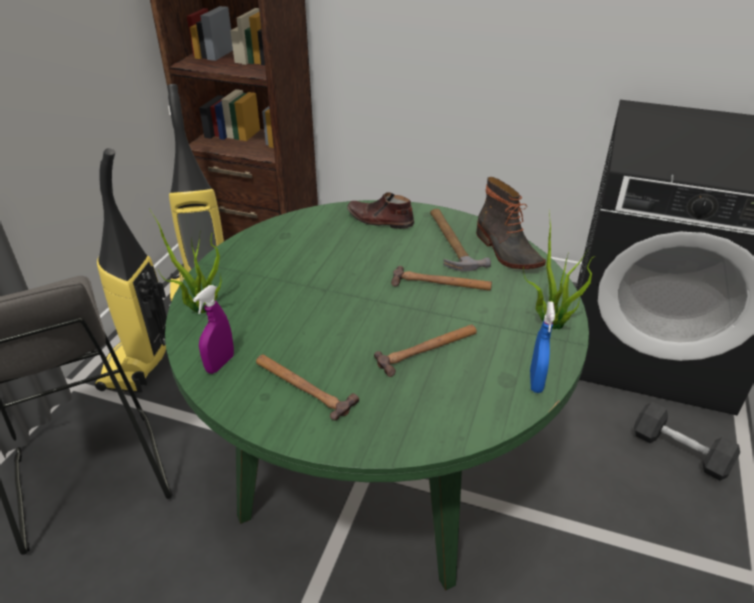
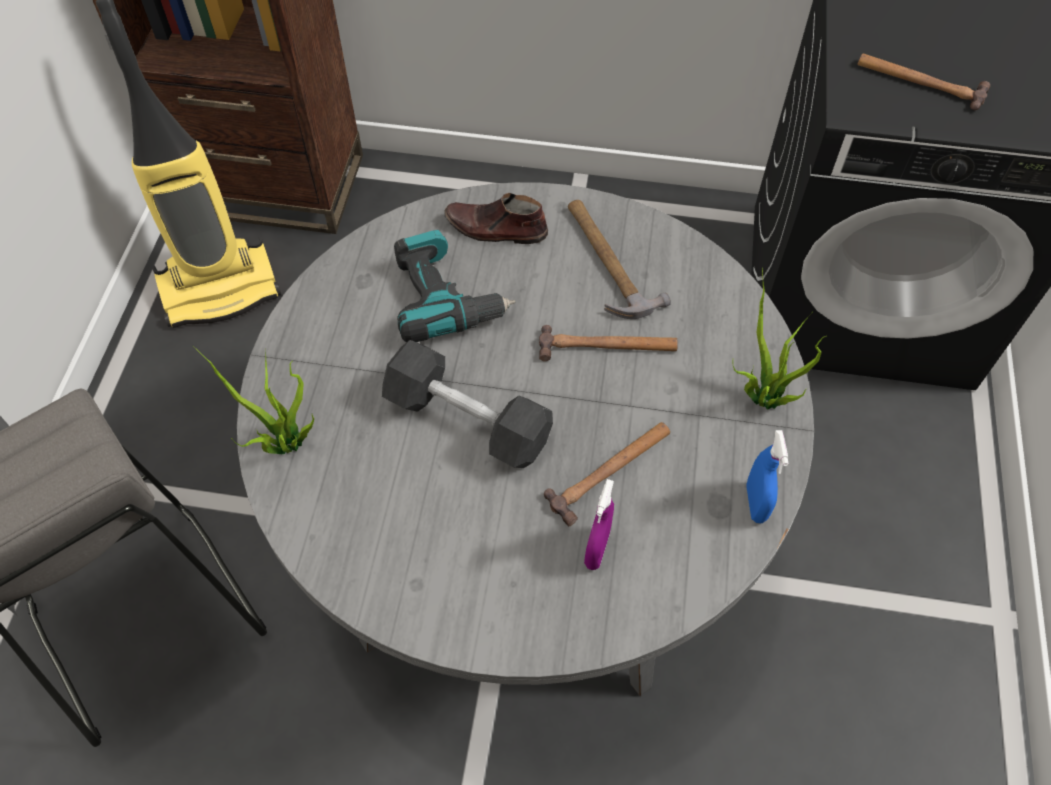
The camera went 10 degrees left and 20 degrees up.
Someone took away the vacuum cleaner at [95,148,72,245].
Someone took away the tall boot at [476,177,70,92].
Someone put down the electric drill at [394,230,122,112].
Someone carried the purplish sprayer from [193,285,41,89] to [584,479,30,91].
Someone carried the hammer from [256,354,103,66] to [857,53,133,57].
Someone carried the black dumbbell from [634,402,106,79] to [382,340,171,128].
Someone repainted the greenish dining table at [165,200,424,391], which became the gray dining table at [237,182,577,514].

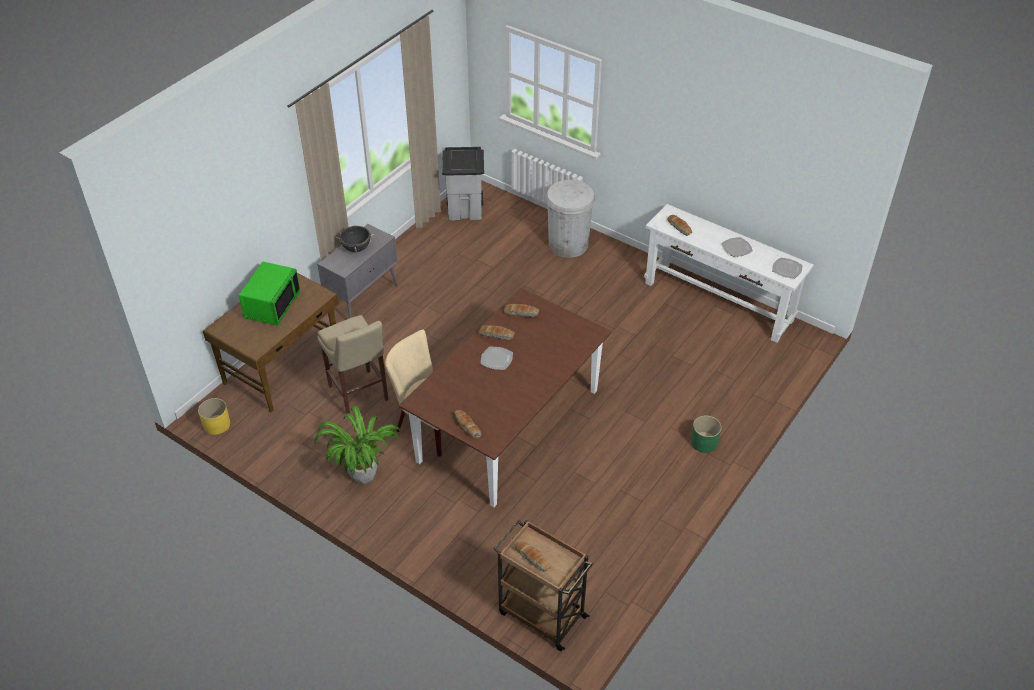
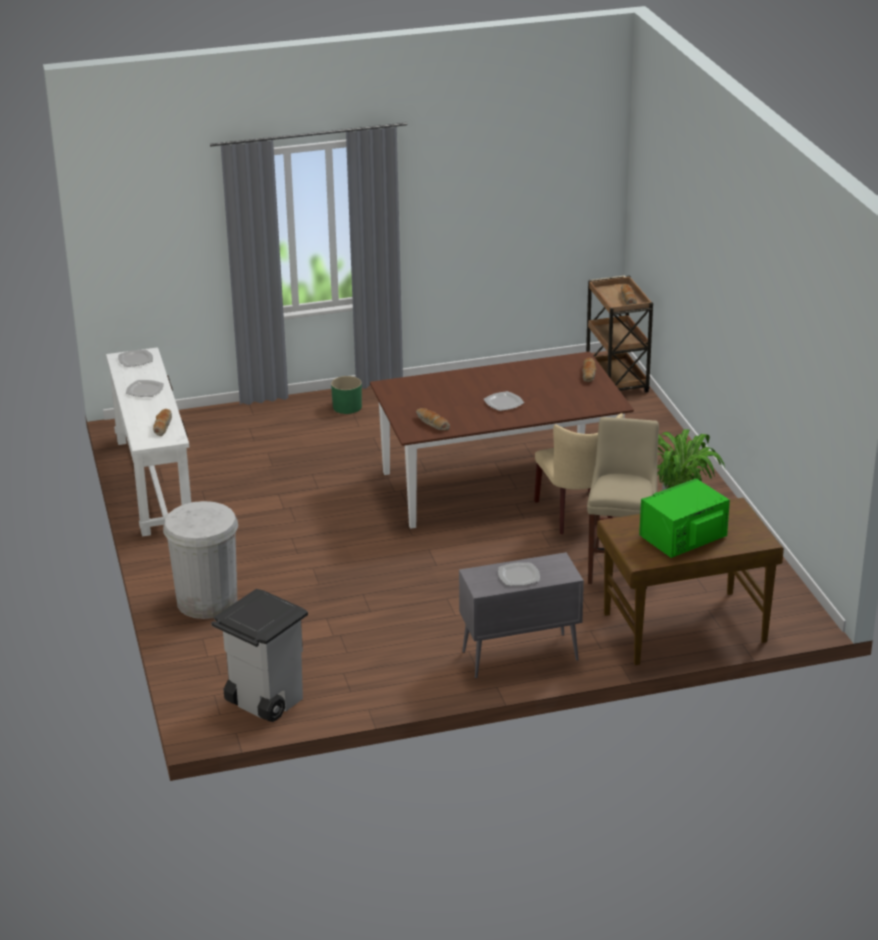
The camera went 140 degrees left and 15 degrees down.
Someone took away the yellowish planter at [198,398,32,37].
Someone took away the bakery bread at [479,325,36,15].
Someone swapped the black cooking pot at [336,224,38,28] for the dinner plate at [498,562,42,24].

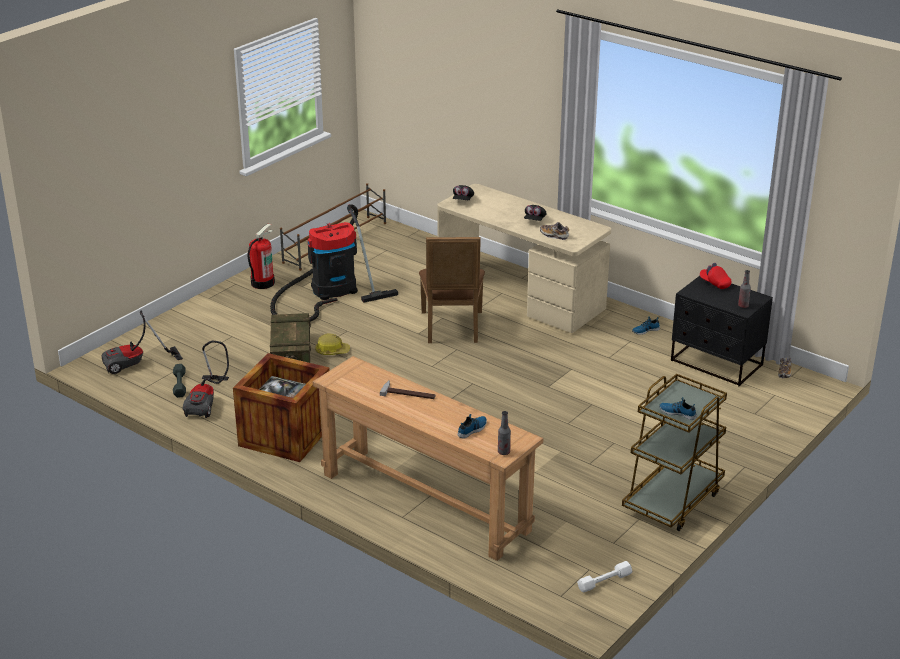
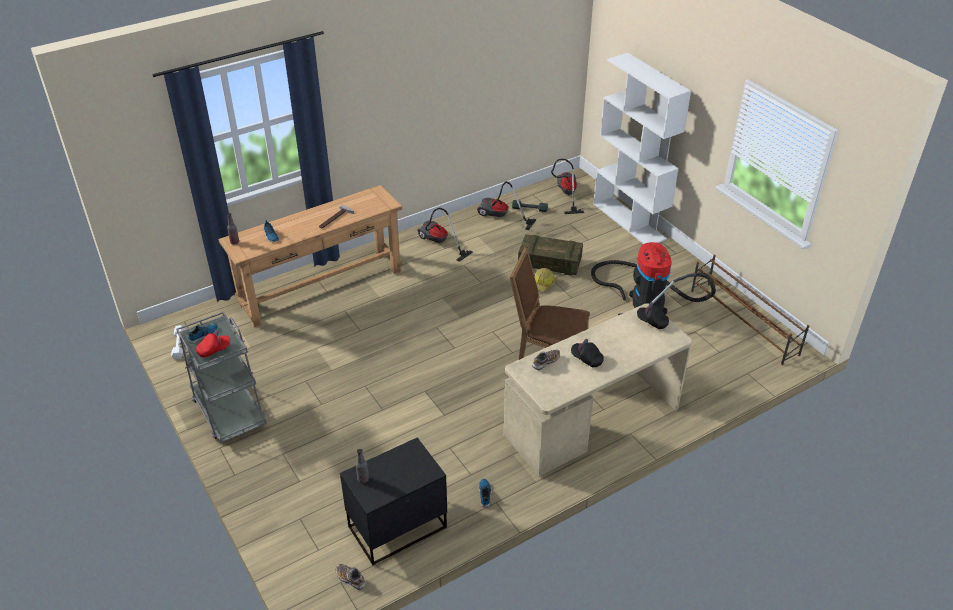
The camera went 110 degrees right and 10 degrees up.
Someone took away the fire-fighting cylinder at [248,224,27,65].
Someone put down the whitish bookshelf at [593,53,98,191].
Someone carried the reddish peaked cap from [700,263,31,26] to [196,330,34,27].
Someone swapped the shipping crate at [233,353,97,109] for the vacuum cleaner at [417,208,56,54].
Someone repainted the brown cart at [622,374,105,157], which became the gray cart at [176,311,91,132].

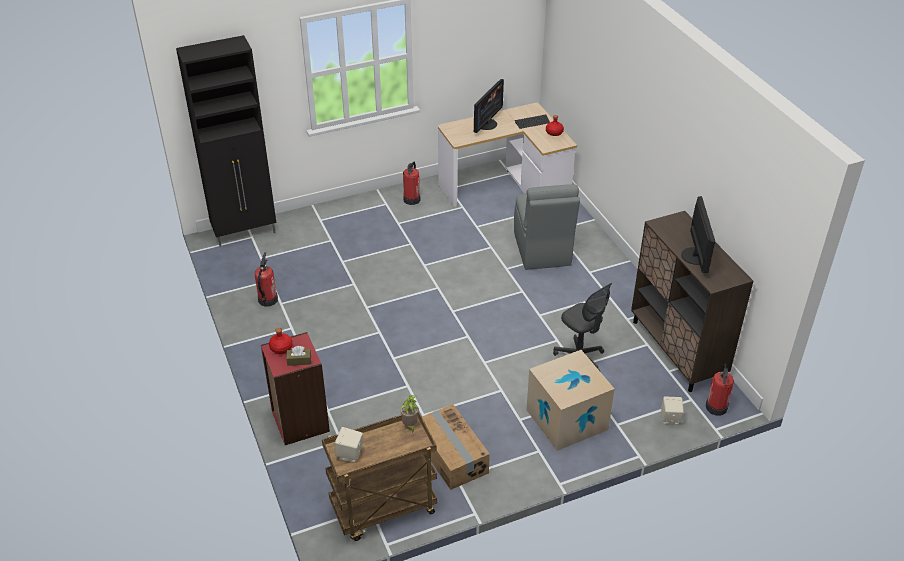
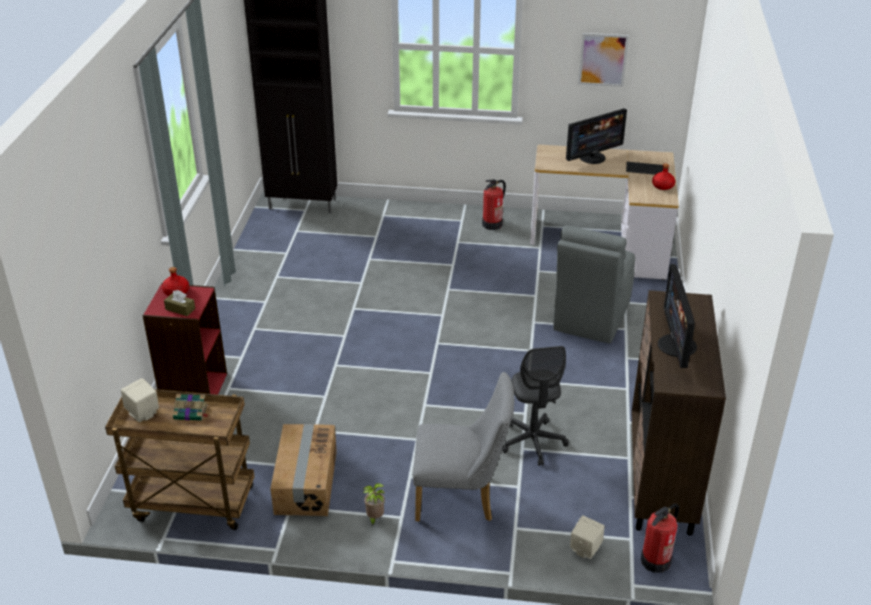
The camera went 30 degrees right and 5 degrees down.
Someone took away the fire-fighting cylinder at [255,252,23,55].
Someone put down the volume at [173,394,36,27].
Someone put up the wall picture at [578,33,51,54].
Someone carried the potted plant from [401,395,18,37] to [363,483,22,44].
Someone swapped the packing box at [526,350,89,101] for the gray upright chair at [413,372,101,149].
Someone rotated the computer screen at [681,196,34,77] by 150 degrees clockwise.

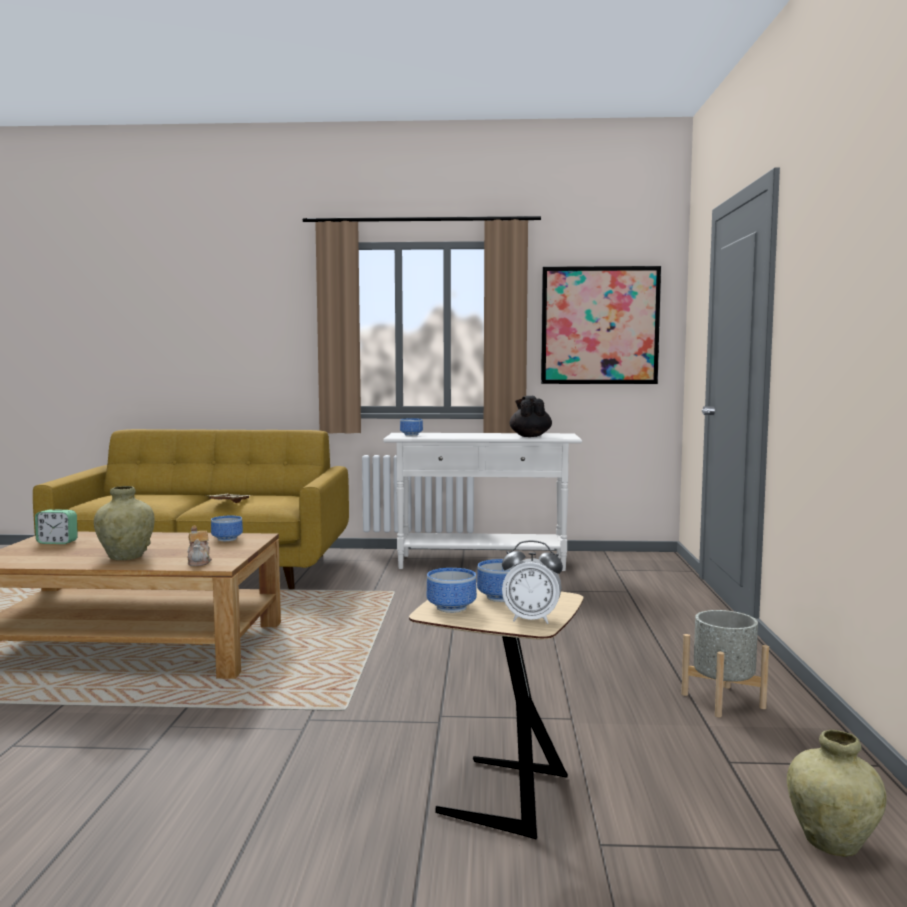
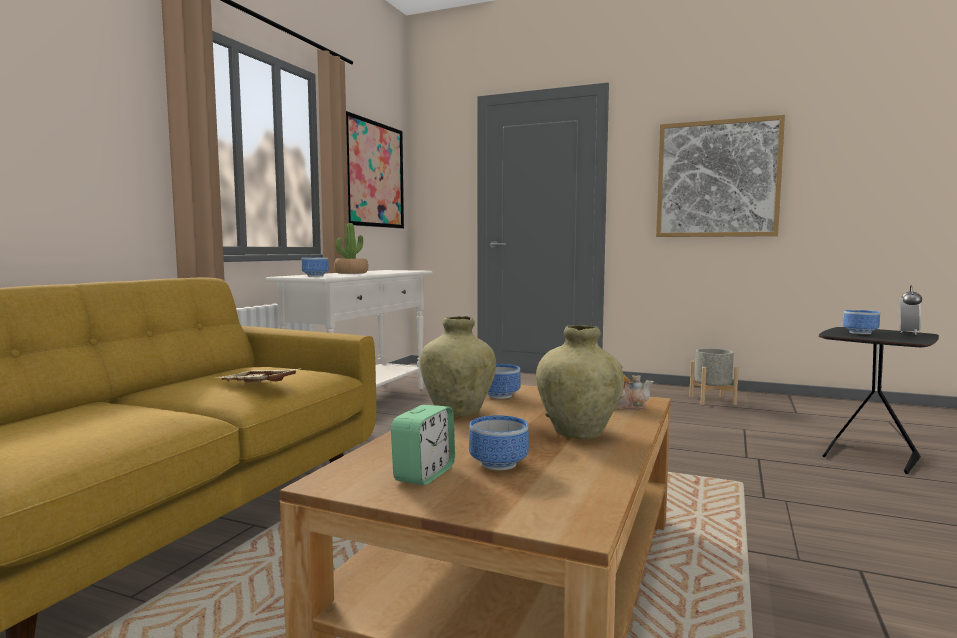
The camera went 70 degrees left and 0 degrees up.
Someone took away the black tea pot at [510,396,42,41].
Someone put down the potted plant at [334,223,34,51].
Someone put up the wall picture at [656,115,129,122].
Someone carried the bowl from [427,568,50,45] to [469,415,60,55].
Someone carried the beige decorative vase from [787,730,100,127] to [420,316,76,101].
Someone repainted the beige accent table at [409,582,174,257], which became the black accent table at [819,327,120,147].

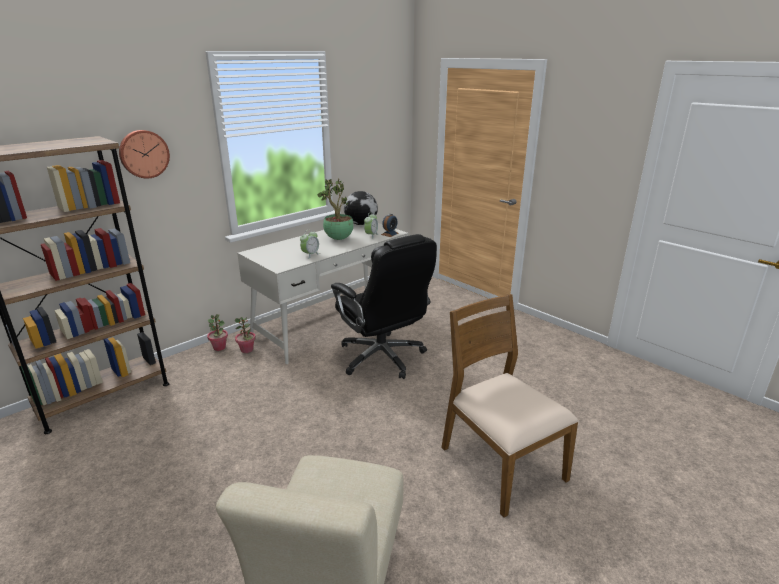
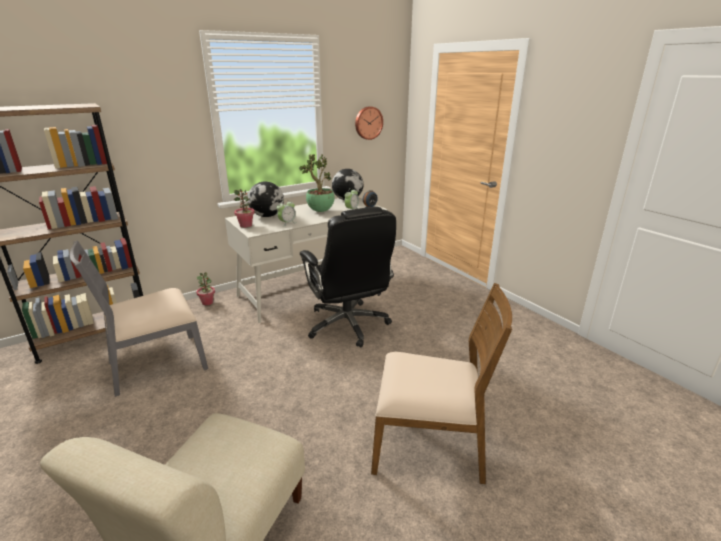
The camera went 10 degrees right and 0 degrees up.
Someone put down the gray upright chair at [70,240,138,157].
Someone put down the globe at [247,181,37,36].
Someone carried the wall clock from [119,130,51,49] to [355,106,28,34].
Someone carried the potted plant from [235,317,21,36] to [234,189,21,39].
Someone rotated the brown upright chair at [441,294,138,224] by 120 degrees clockwise.

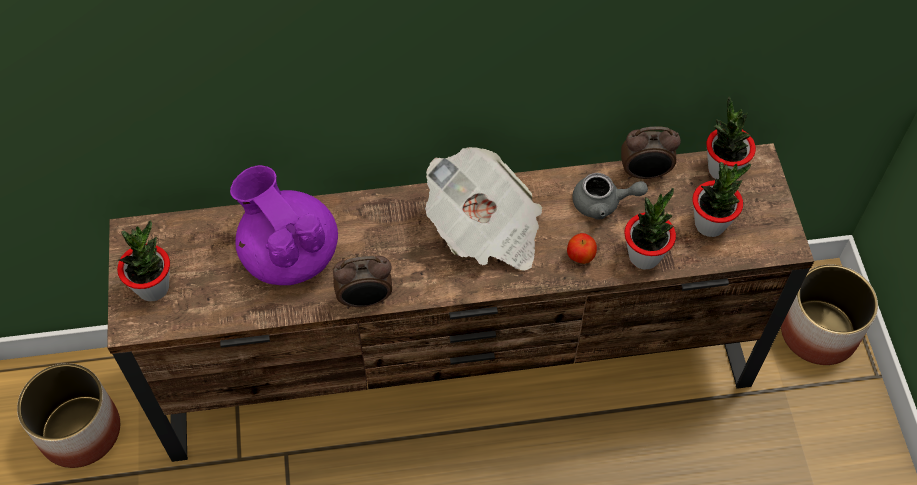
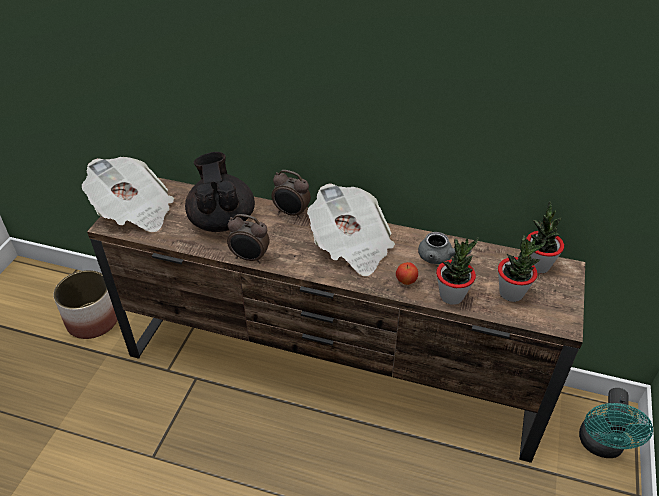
The camera went 25 degrees right and 15 degrees down.
Someone carried the table clock from [621,127,60,52] to [272,170,39,49].
Someone swapped the potted plant at [117,220,53,81] for the printed paper at [82,157,92,75].
Someone swapped the planter at [781,265,97,100] for the blue-green electric fan at [579,388,74,70].
Someone repainted the purplish tea pot at [230,165,108,120], which became the black tea pot at [185,152,70,80].

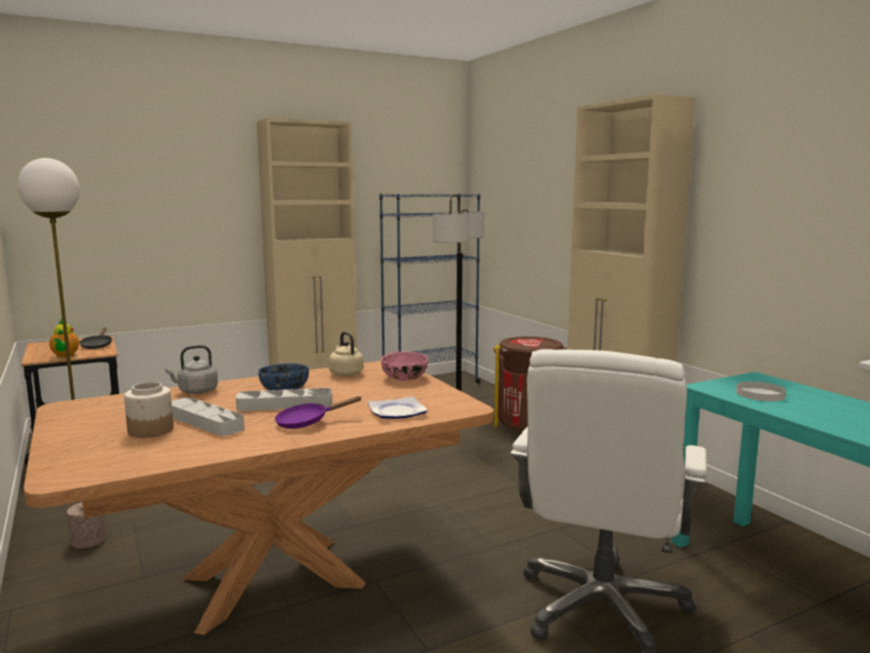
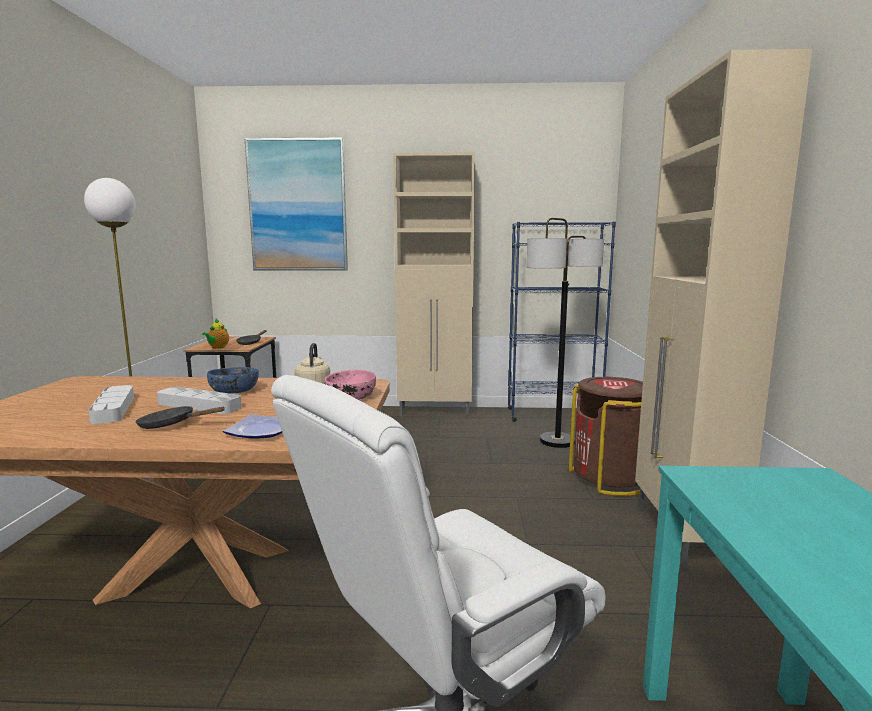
The camera went 30 degrees right and 0 degrees up.
Someone took away the jar at [124,382,49,56].
Someone took away the gray tea kettle at [165,345,53,49].
Someone took away the whitish dinner plate at [736,381,50,20].
Someone put up the wall picture at [245,137,103,134].
Someone repainted the purplish pan at [275,396,86,33], which became the black pan at [135,406,90,23].

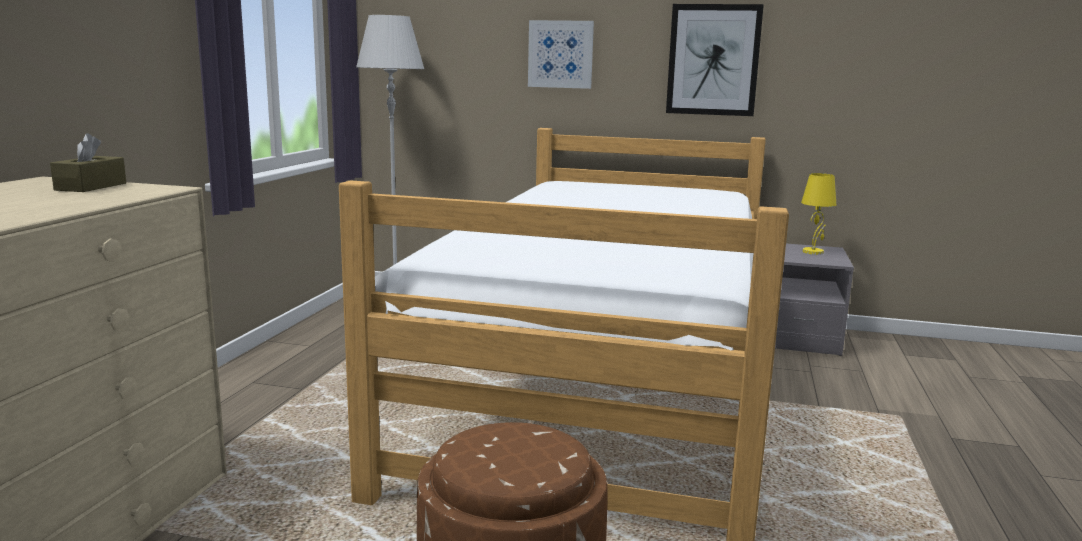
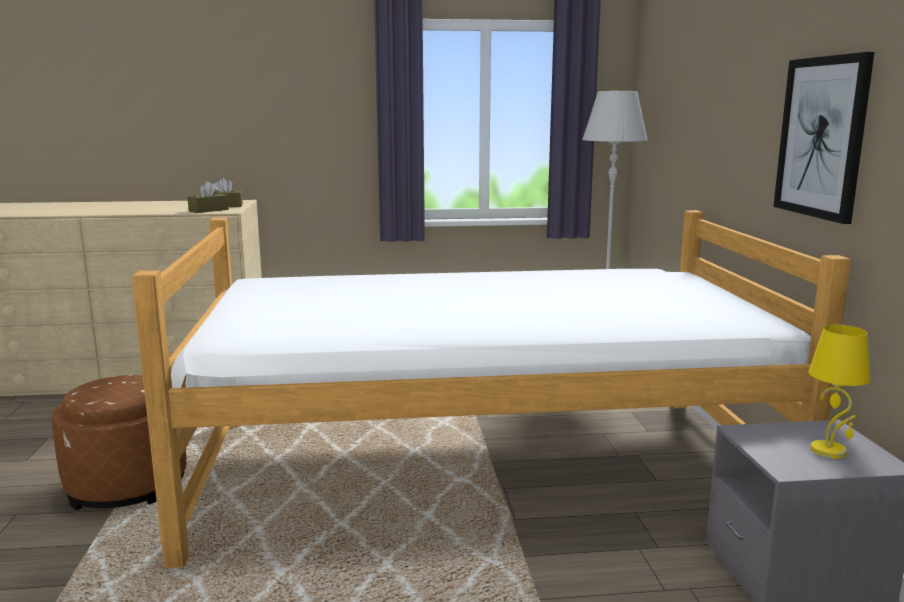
The camera went 70 degrees right and 0 degrees up.
Someone took away the wall picture at [528,20,66,69].
Someone put down the brown tissue box at [187,181,42,32].

